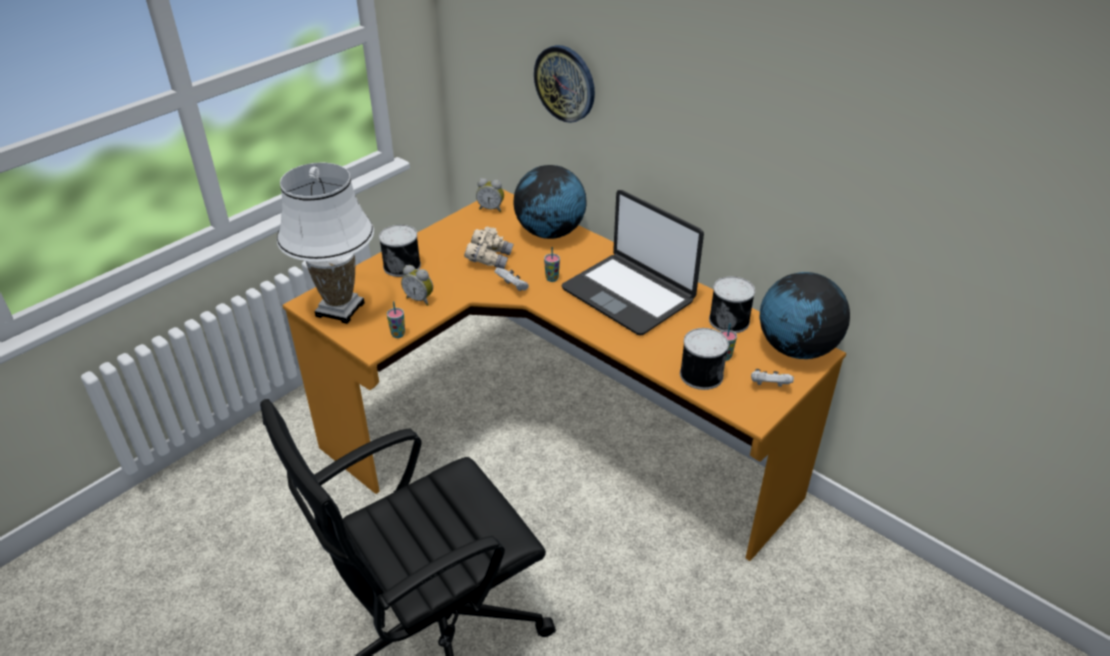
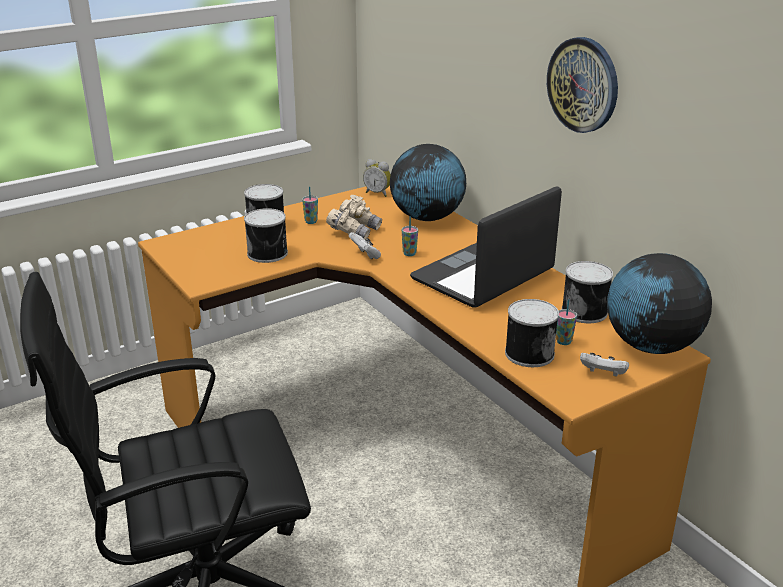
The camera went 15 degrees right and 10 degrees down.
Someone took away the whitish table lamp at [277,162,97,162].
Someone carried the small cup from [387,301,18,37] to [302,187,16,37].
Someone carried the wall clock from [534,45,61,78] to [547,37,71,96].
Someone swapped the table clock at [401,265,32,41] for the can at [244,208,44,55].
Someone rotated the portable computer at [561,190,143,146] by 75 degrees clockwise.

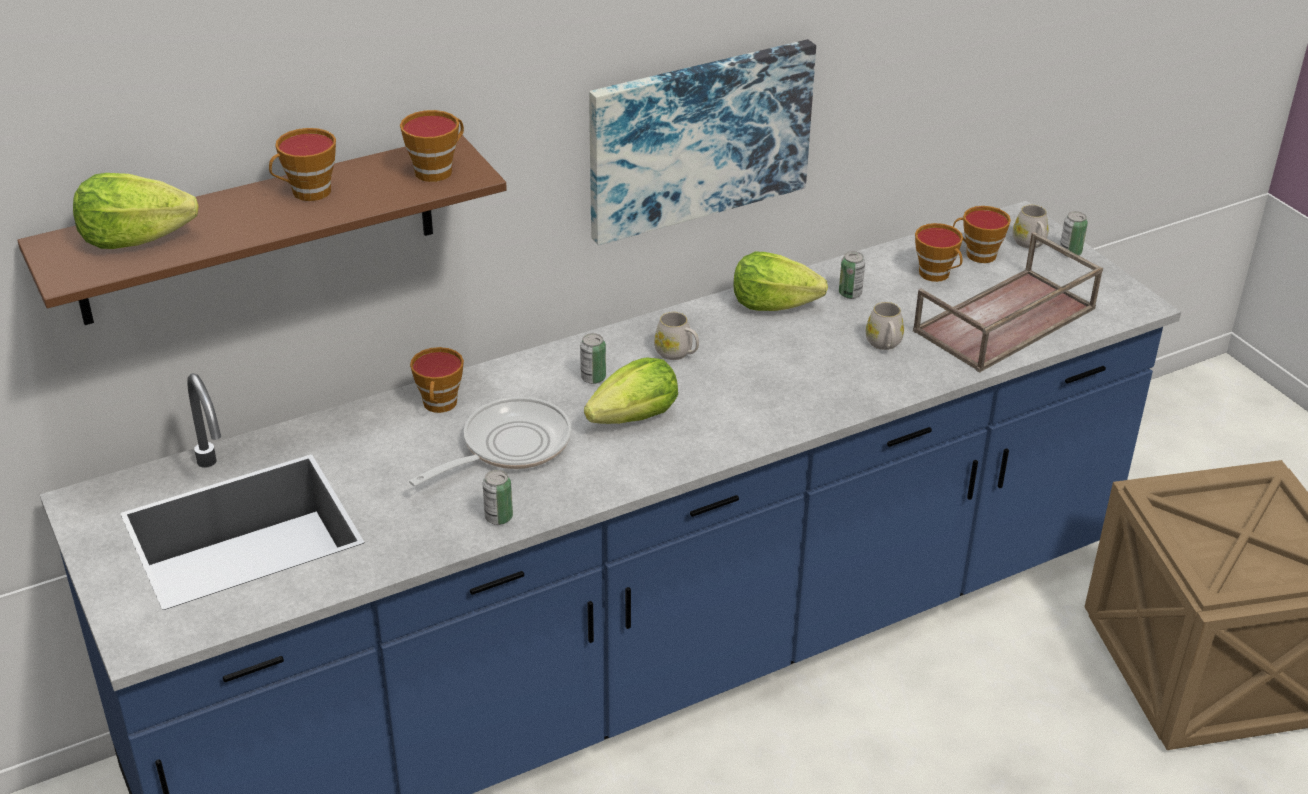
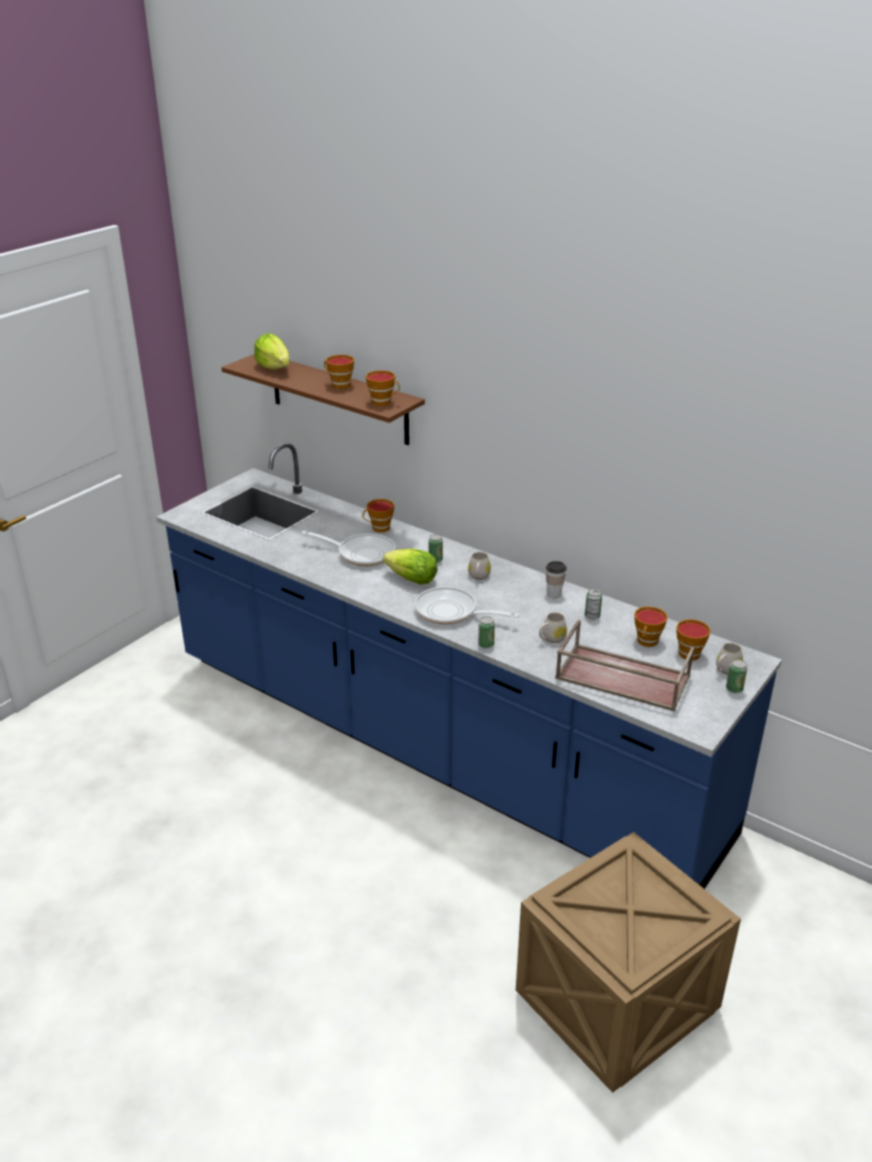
The camera went 65 degrees right and 5 degrees down.
Someone took away the wall picture at [589,39,227,206].
Someone put down the pan at [415,587,104,38].
Someone carried the can from [483,470,30,55] to [478,616,17,32].
Someone swapped the lettuce at [734,252,94,59] for the small cup at [546,561,21,37].

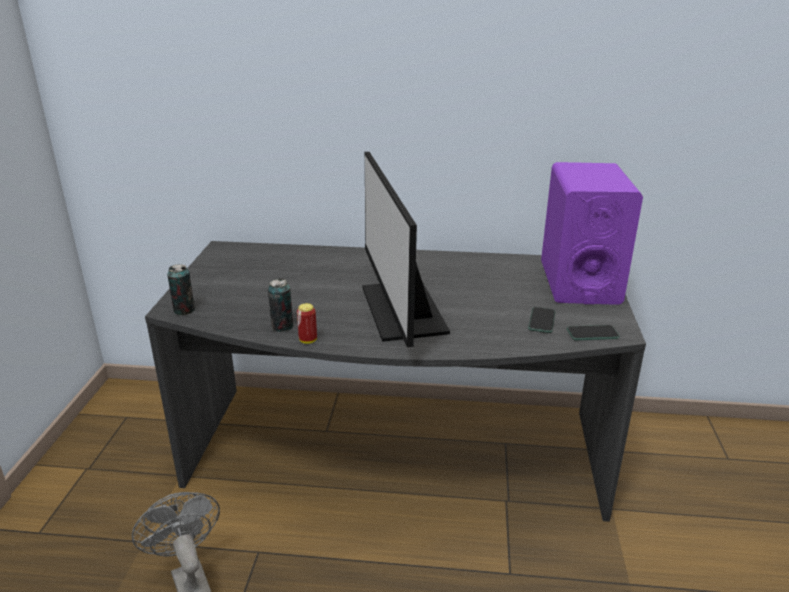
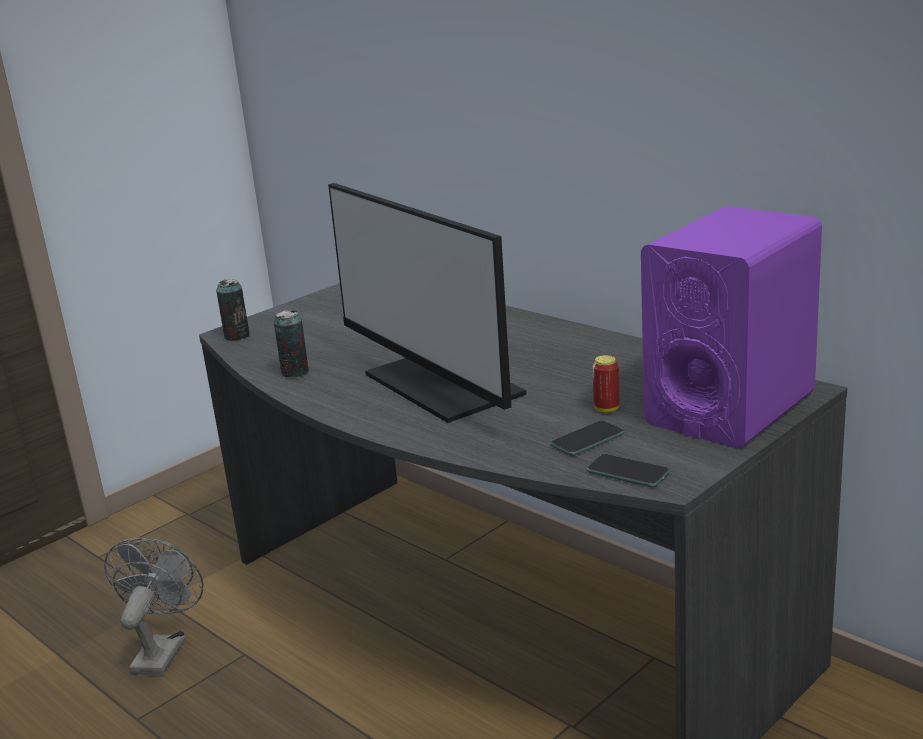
The camera went 40 degrees right and 5 degrees down.
Someone carried the can from [297,303,20,41] to [592,355,27,58].
Someone rotated the computer screen at [362,152,88,195] by 60 degrees counterclockwise.

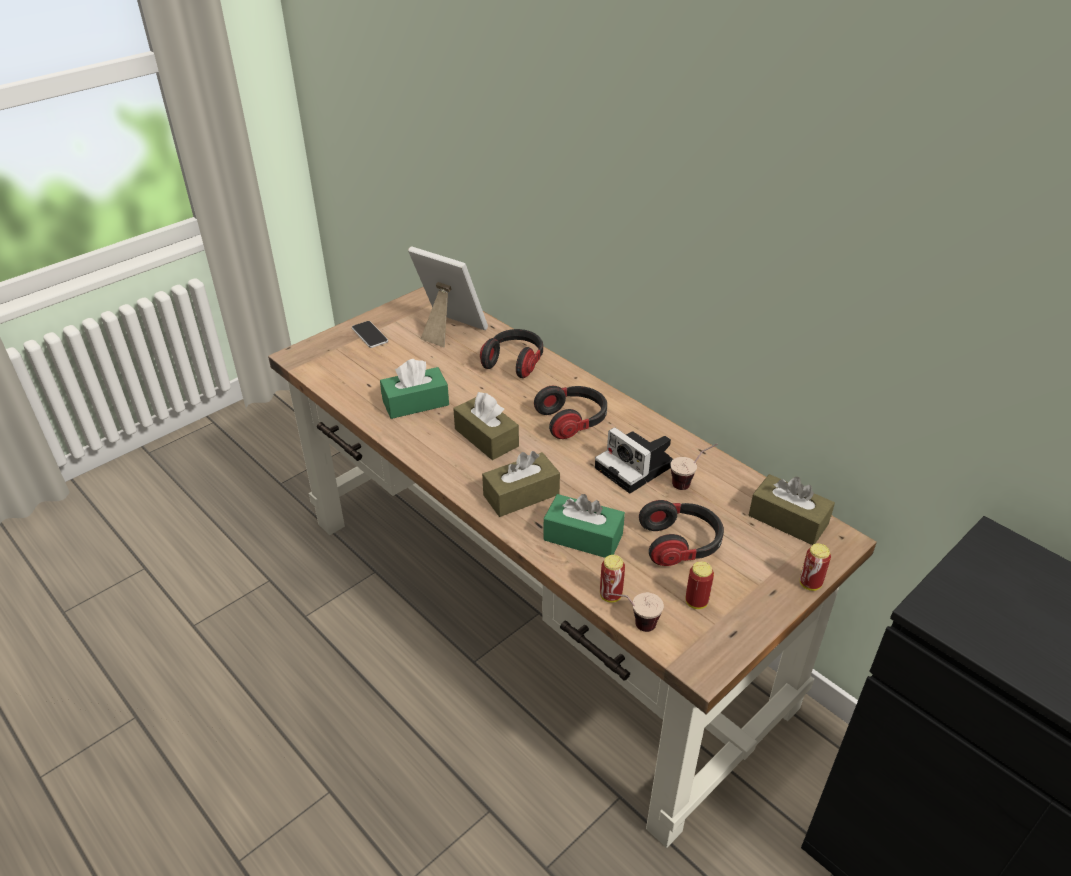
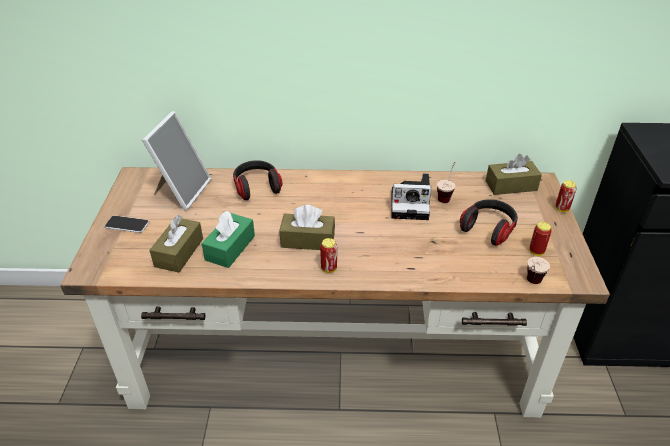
The camera went 45 degrees left and 0 degrees up.
Someone took away the pair of headphones at [534,386,73,53].
Someone took away the greenish tissue box at [543,494,82,64].
Someone carried the brown tissue box from [482,451,78,66] to [149,215,54,58].
Someone carried the can from [600,555,25,48] to [320,238,17,35].
Someone rotated the picture frame at [408,246,80,101] by 120 degrees clockwise.

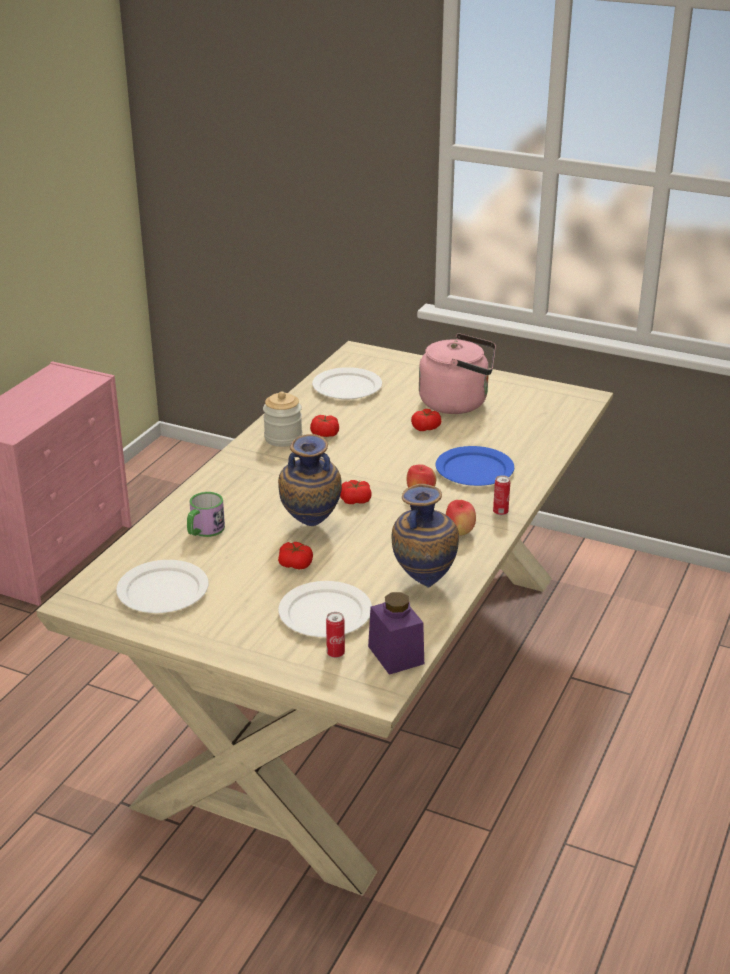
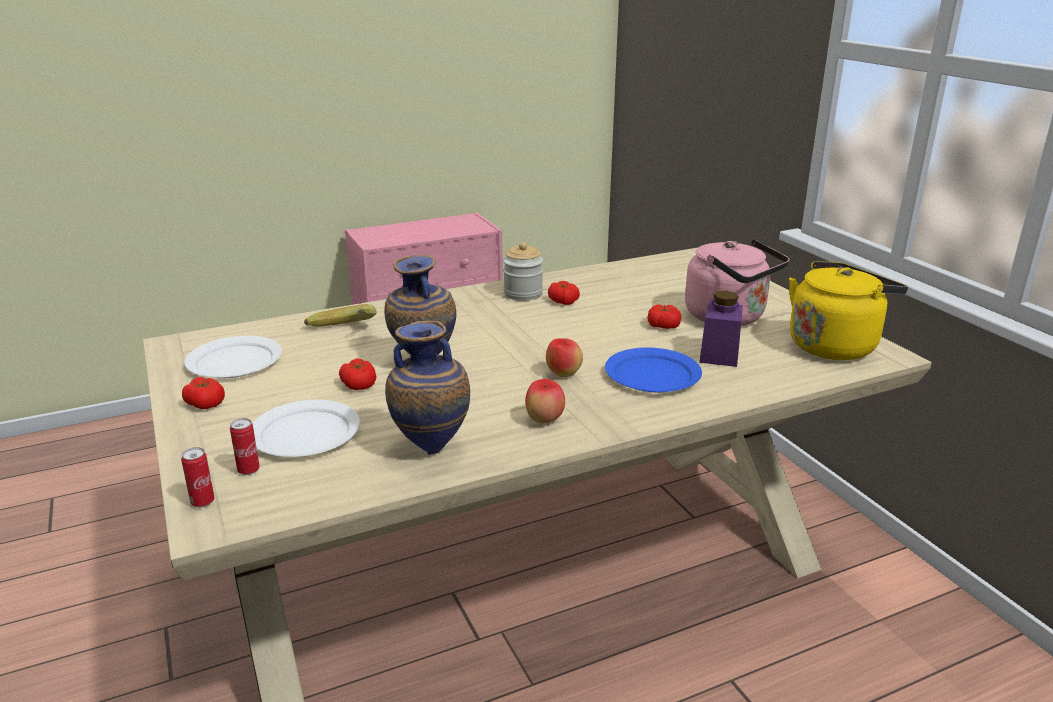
The camera went 40 degrees right and 5 degrees down.
Someone took away the whitish dinner plate at [312,367,70,32].
Someone put down the yellowish tea kettle at [789,261,119,99].
Someone carried the fresh tomato from [340,480,32,24] to [182,377,43,32].
Someone carried the purplish jar from [368,592,56,83] to [699,291,44,76].
Someone carried the can from [493,475,17,40] to [181,447,33,60].
Someone swapped the mug at [187,492,38,45] for the whole banana at [304,304,73,23].

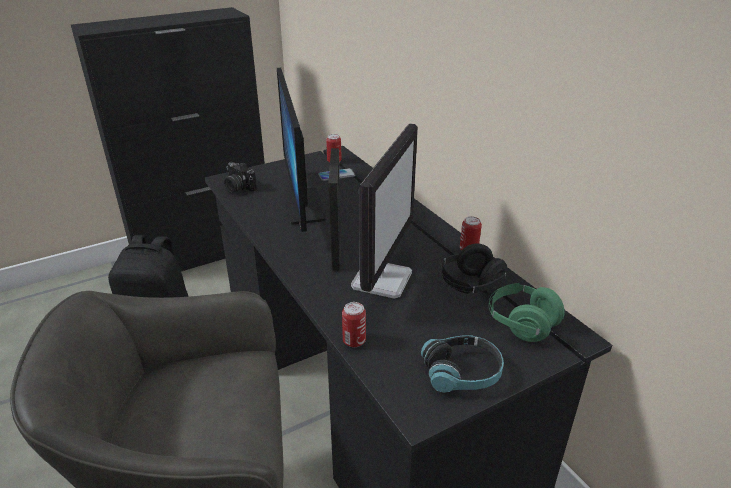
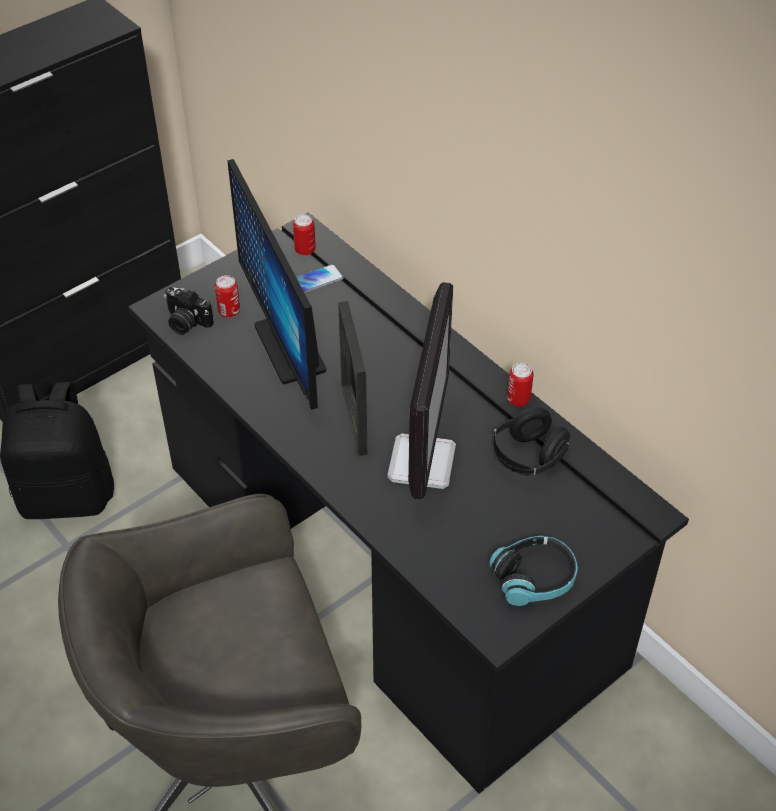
The camera went 10 degrees left and 15 degrees up.
Someone took away the greenish pair of headphones at [489,283,76,59].
Someone carried the can from [342,302,24,45] to [215,275,25,43].

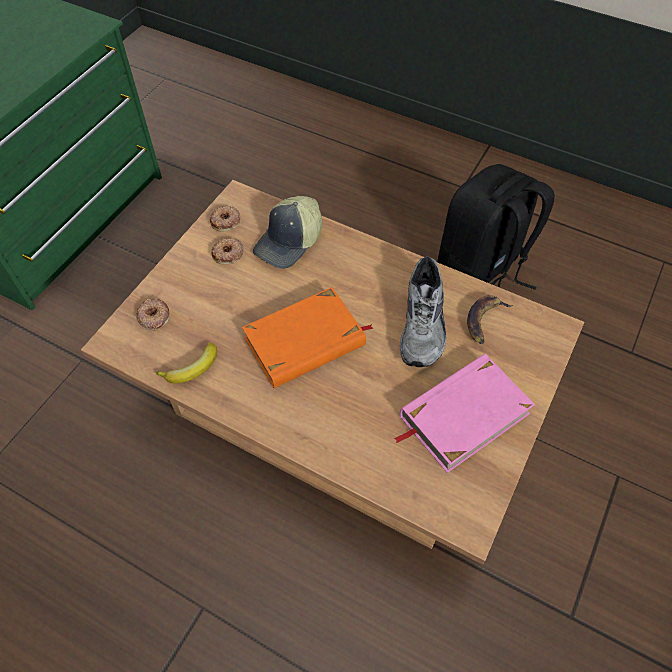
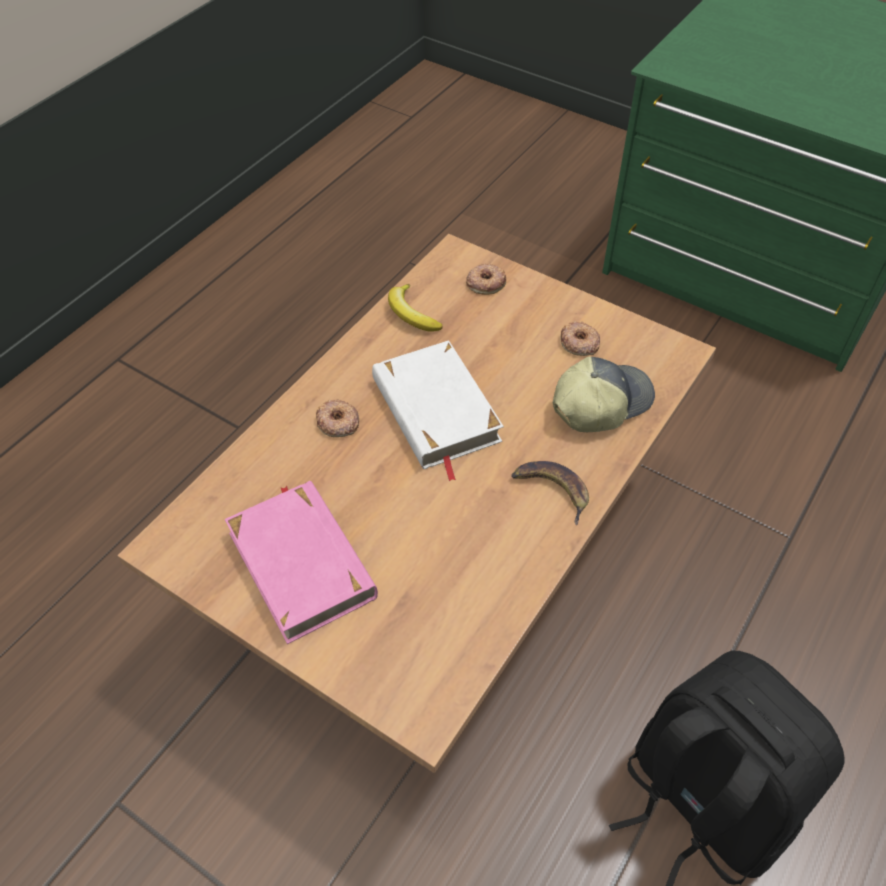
The camera went 95 degrees right and 5 degrees down.
Someone took away the gray item of footwear at [400,257,47,110].
Someone carried the ring doughnut from [210,206,30,26] to [316,399,43,38].
Someone carried the whole banana from [467,295,46,49] to [511,461,78,64].
Someone repainted the orange-coloured volume at [242,287,131,101], which became the whitish volume at [372,340,132,142].
Someone rotated the peaked cap at [253,196,69,73] by 105 degrees clockwise.

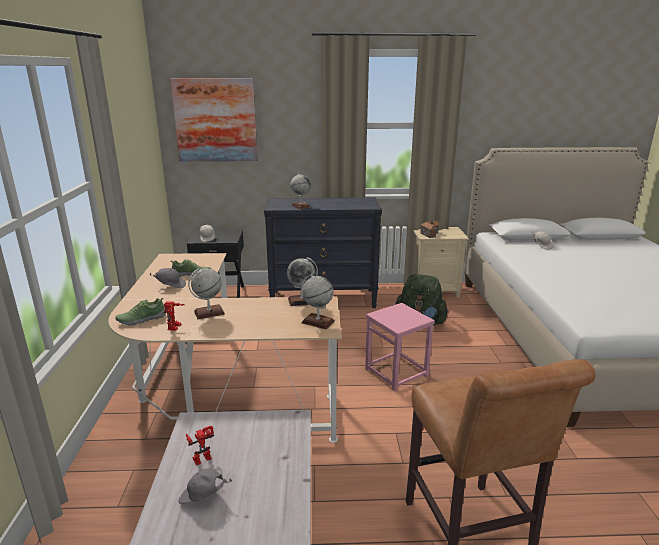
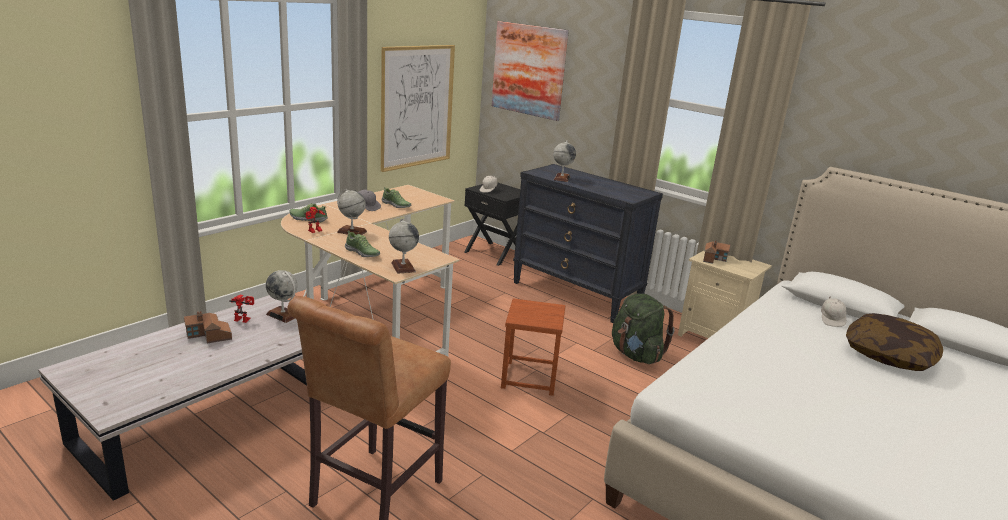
The camera went 40 degrees right and 0 degrees up.
Someone put down the item of footwear at [345,231,35,26].
Someone put up the wall picture at [381,45,74,127].
Someone put down the throw pillow at [846,313,97,58].
Someone carried the globe from [287,257,31,49] to [266,270,31,53].
Someone swapped the gray peaked cap at [178,468,54,36] for the toy house at [184,311,48,32].
Someone repainted the pink sitting stool at [365,303,70,88], which became the brown sitting stool at [501,298,64,98].

